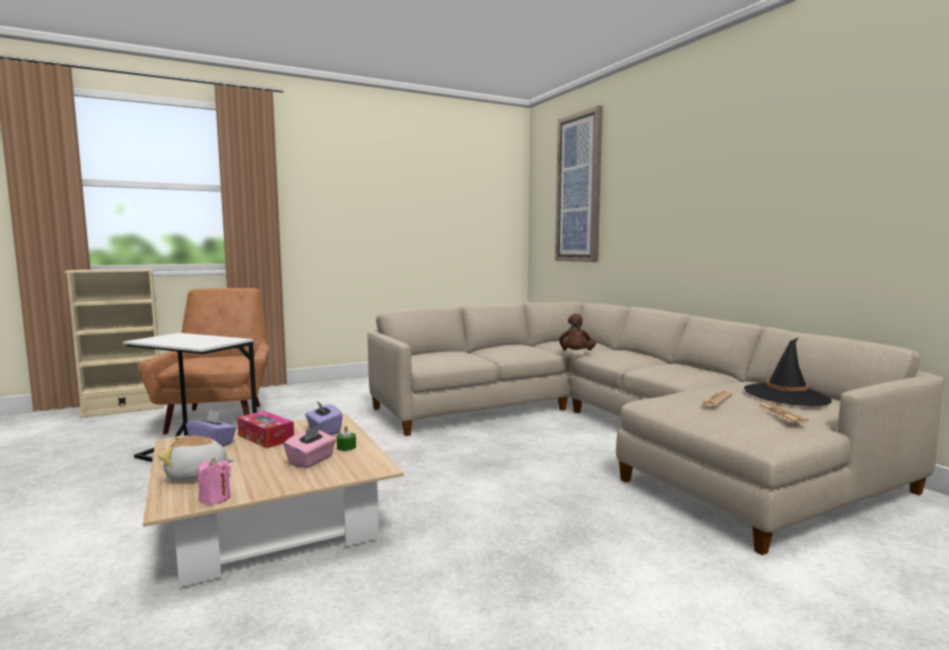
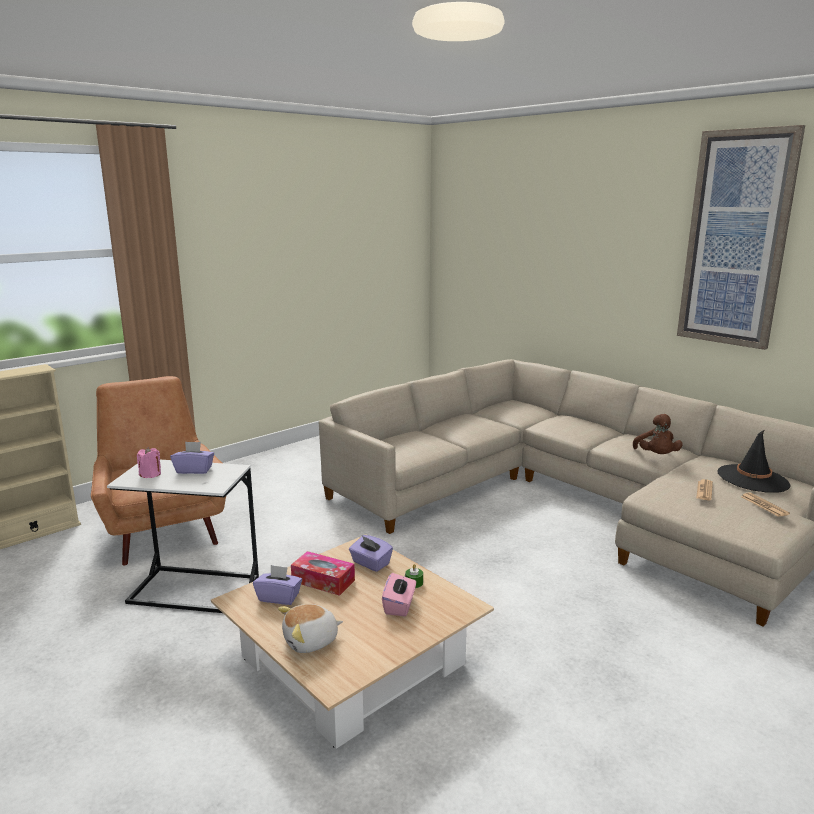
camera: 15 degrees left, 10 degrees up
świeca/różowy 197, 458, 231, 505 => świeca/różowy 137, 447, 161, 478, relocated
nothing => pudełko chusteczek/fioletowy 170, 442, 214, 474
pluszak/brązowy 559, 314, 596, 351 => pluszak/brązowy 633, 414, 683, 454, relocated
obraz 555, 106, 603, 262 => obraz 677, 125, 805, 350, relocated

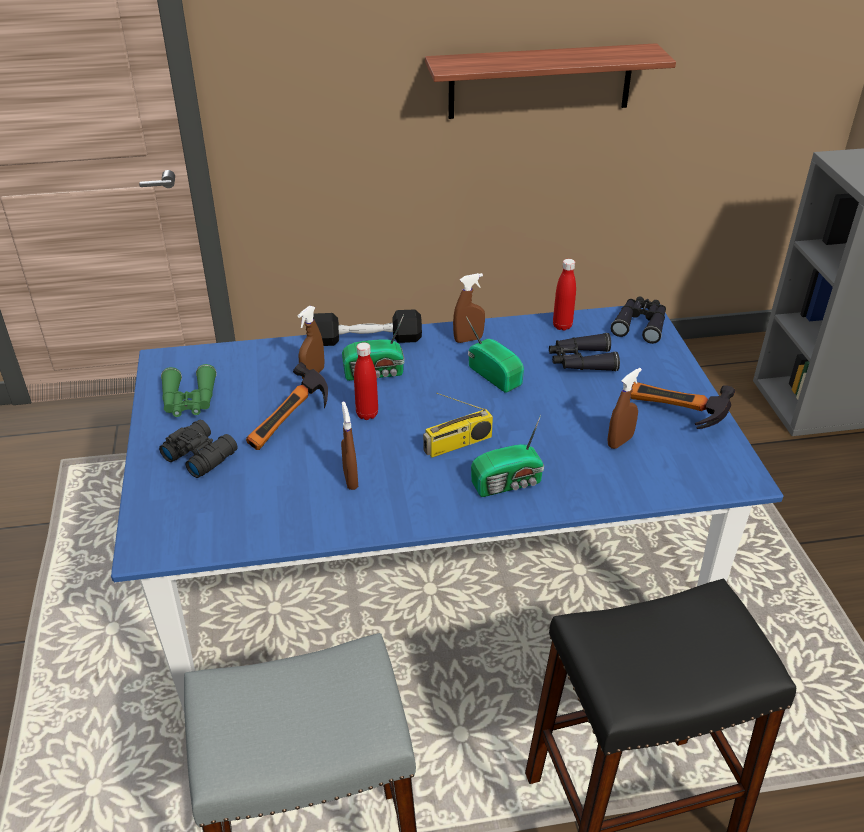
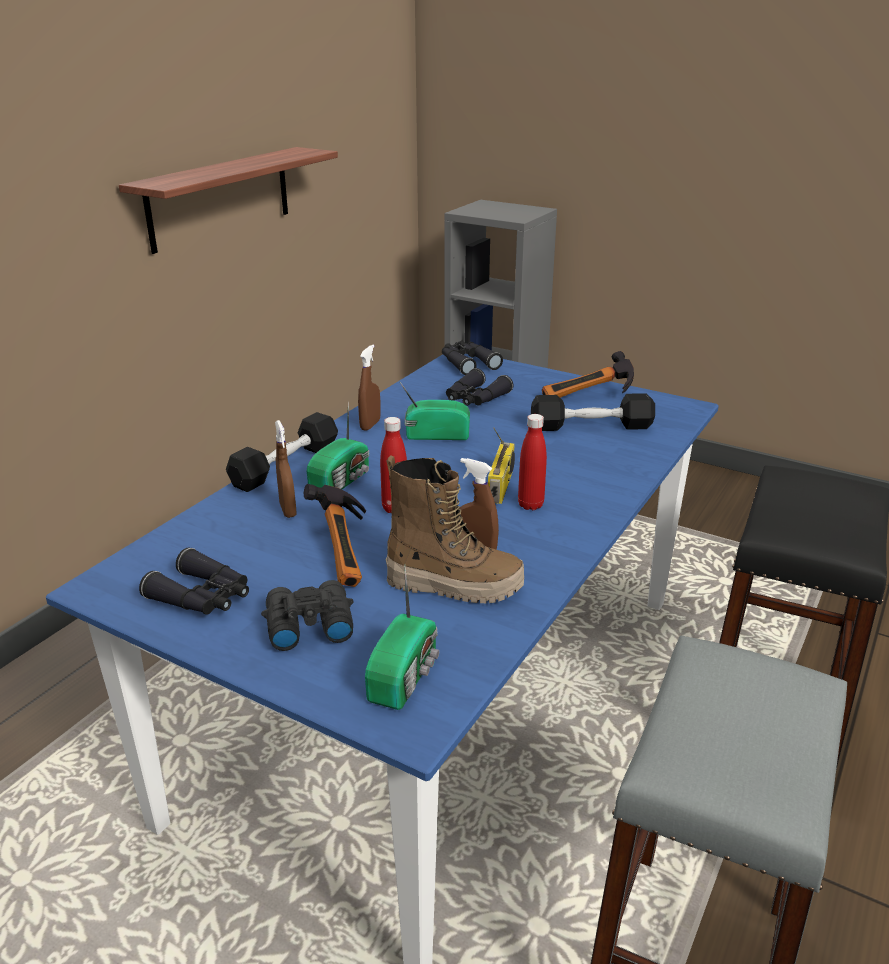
camera: 50 degrees left, 10 degrees down
lornetka/zielony 161, 364, 217, 417 => lornetka/czarny 139, 548, 249, 615
radio 471, 415, 544, 497 => radio 365, 564, 439, 710, relocated
nothing => but z cholewką 386, 455, 524, 603
butelka/czerwony 553, 259, 576, 331 => butelka/czerwony 518, 414, 547, 510, relocated
spryskiwacz/brązowy 608, 368, 642, 449 => hantel/czarny 531, 393, 655, 431

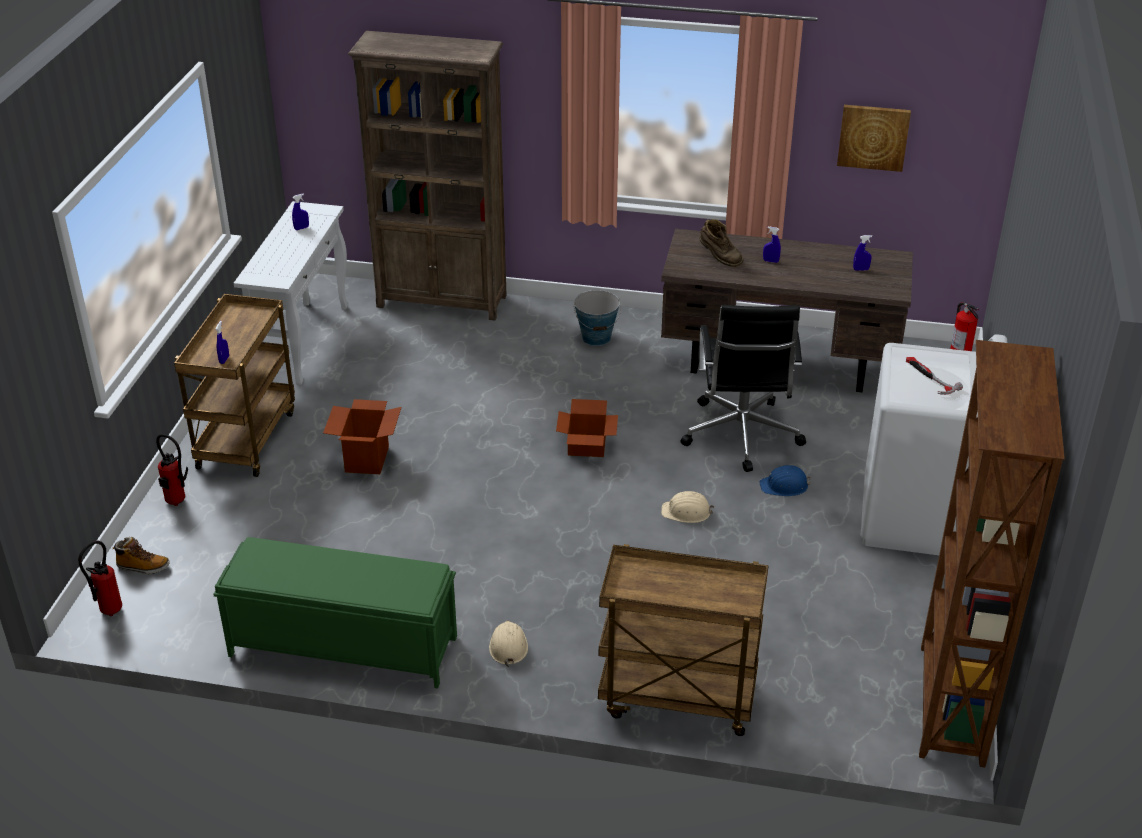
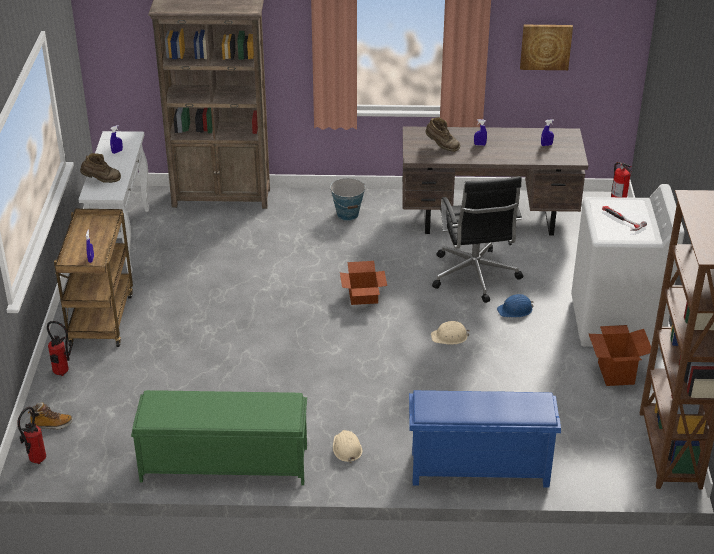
camera: 10 degrees left, 0 degrees up
nothing => but z cholewką/brązowy 80, 153, 121, 183
wózek/brązowy 598, 544, 769, 736 => regał na buty/niebieski 409, 390, 561, 488
karton 323, 399, 401, 474 => karton 589, 325, 651, 386, relocated

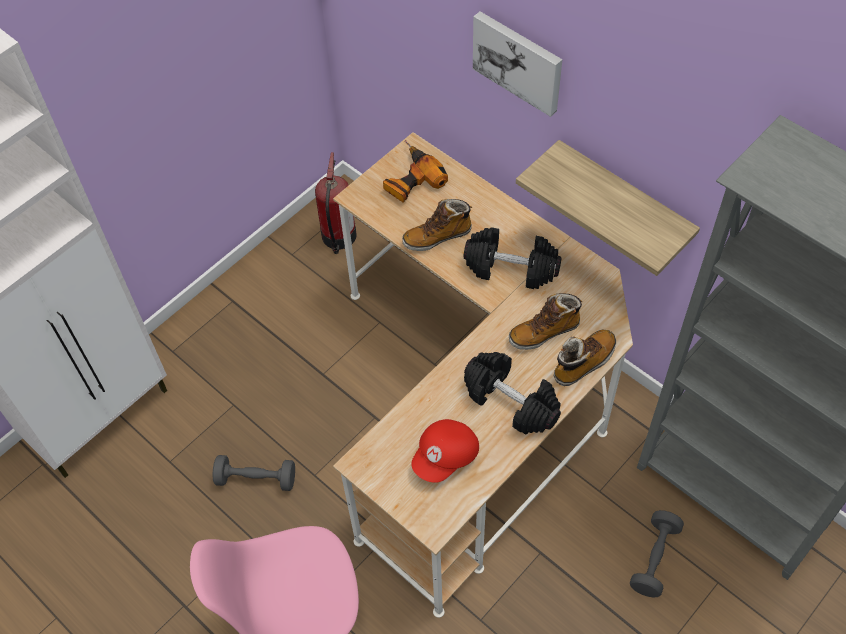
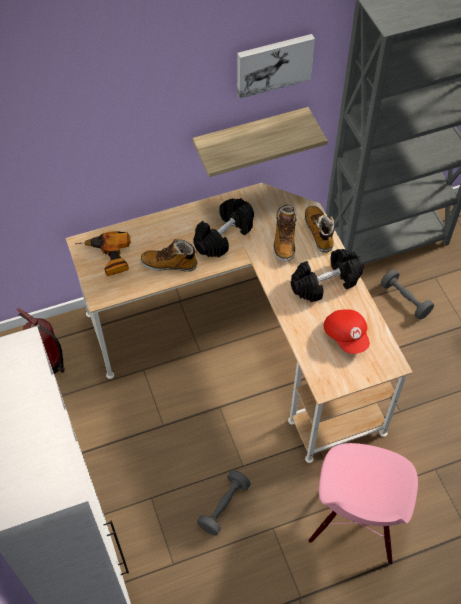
camera: 65 degrees left, 0 degrees up
but z cholewką 402, 199, 472, 251 => but z cholewką 140, 239, 198, 272, 90 degrees clockwise
obraz 473, 11, 562, 117 => obraz 237, 34, 315, 99, relocated

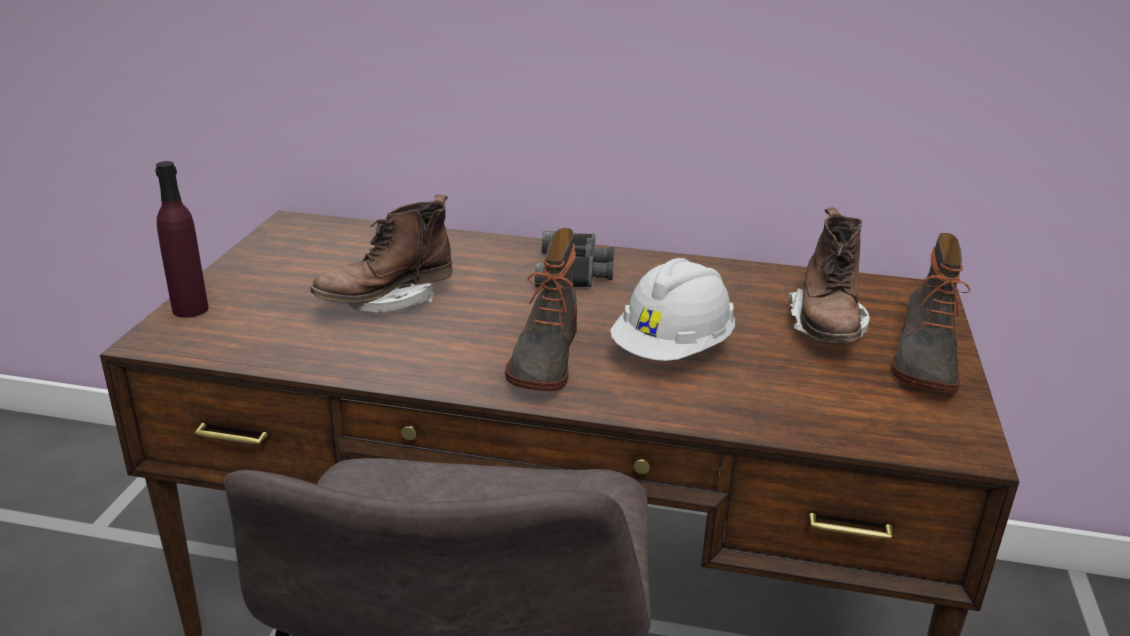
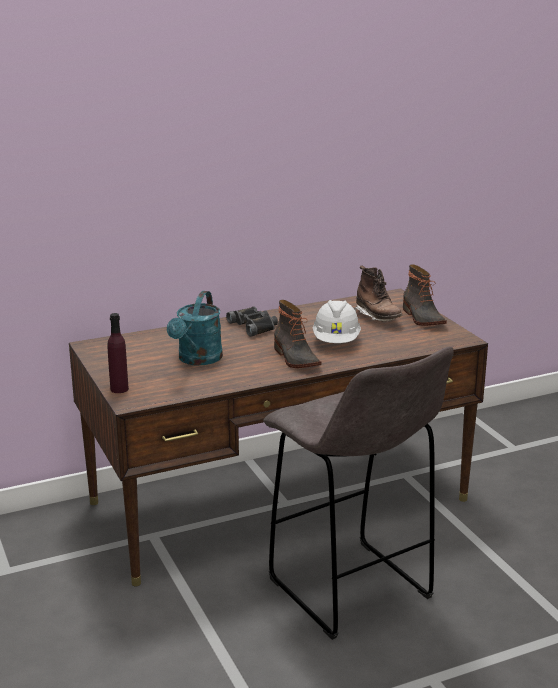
camera: 35 degrees left, 5 degrees down
but z cholewką/brązowy 311, 195, 453, 313 => konewka/turkusowy 167, 291, 223, 366

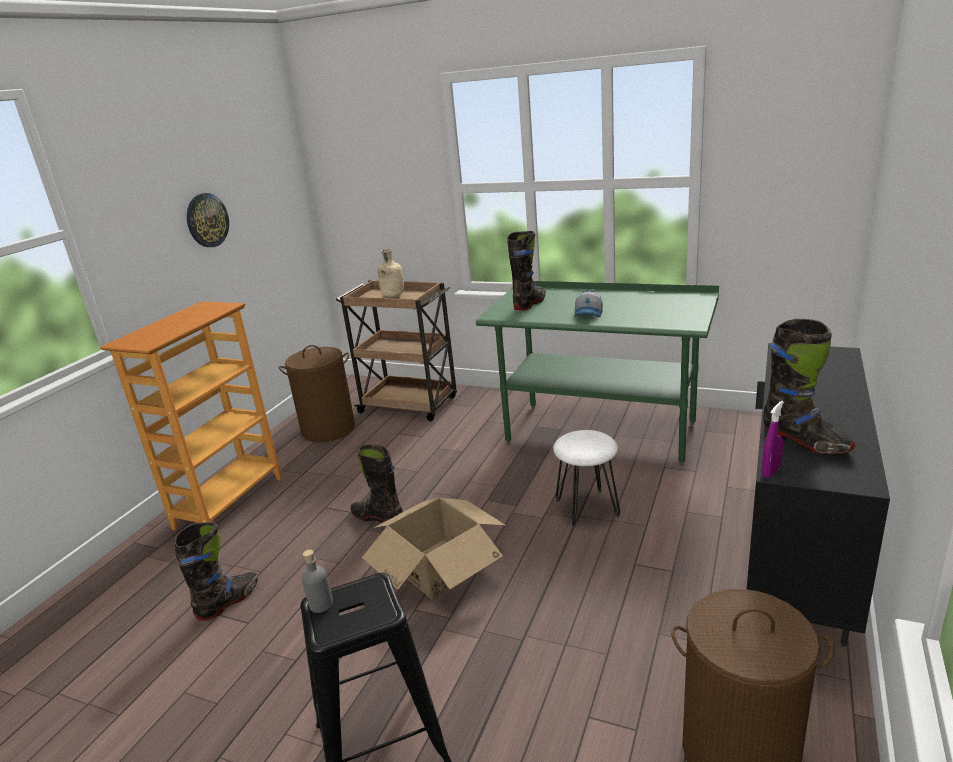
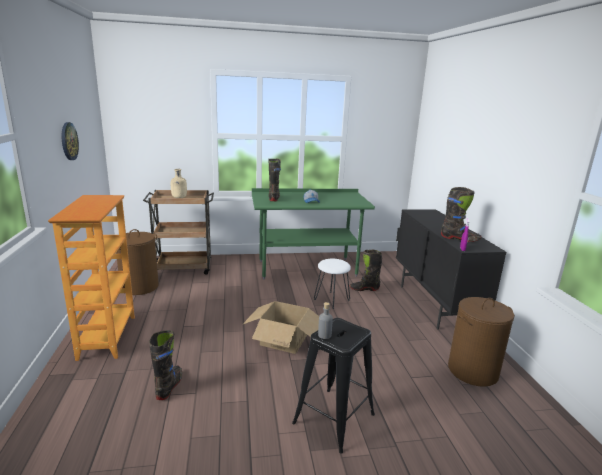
camera: 35 degrees left, 5 degrees down
but z cholewką/czarny 351, 444, 402, 523 => but z cholewką/czarny 350, 250, 382, 291, relocated

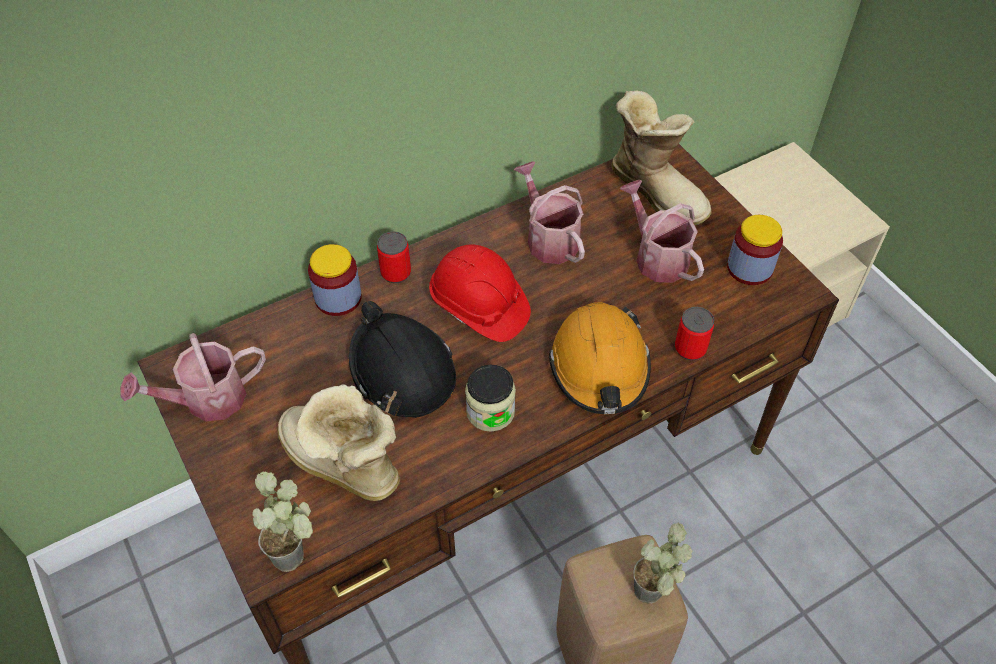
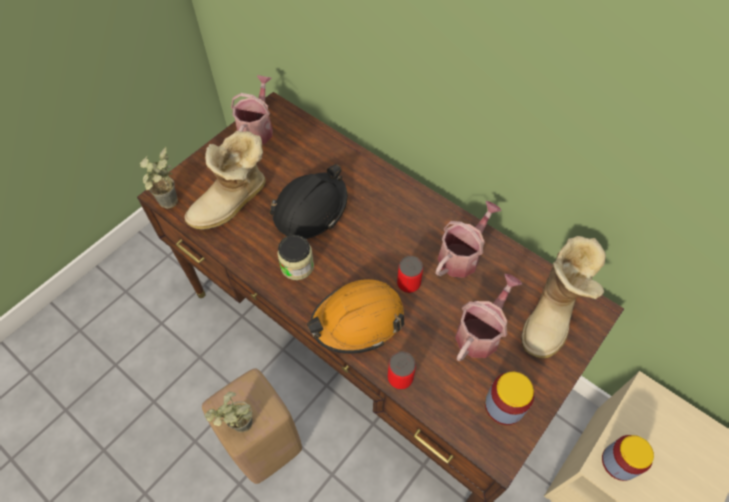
camera: 70 degrees right, 5 degrees up
but z cholewką 277, 384, 400, 501 => but z cholewką 184, 131, 266, 230, 150 degrees counterclockwise
konewka 120, 333, 266, 422 => konewka 231, 75, 272, 145, 60 degrees clockwise
puszka 377, 231, 411, 283 => puszka 397, 256, 423, 293, relocated
słoik 308, 244, 362, 316 => słoik 602, 435, 654, 481, relocated
kask/czerwony 429, 244, 531, 342 => nothing

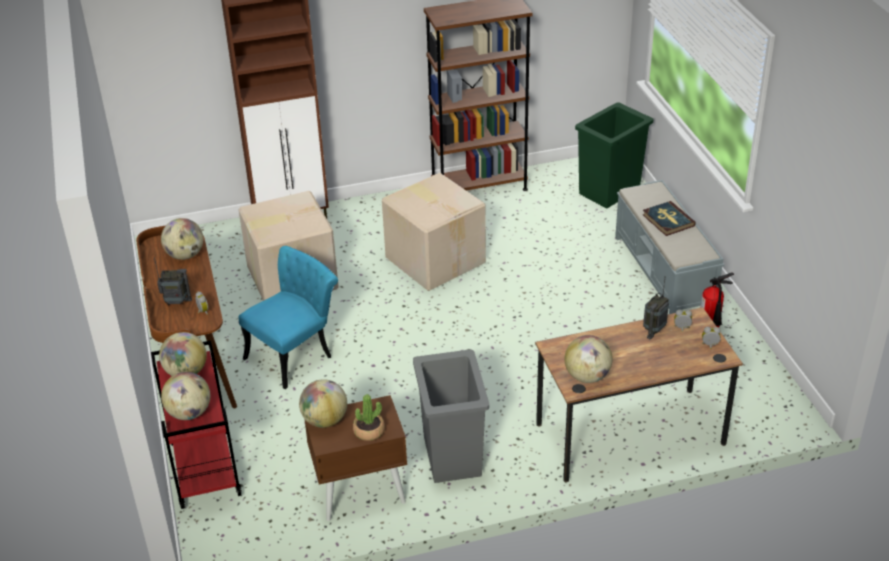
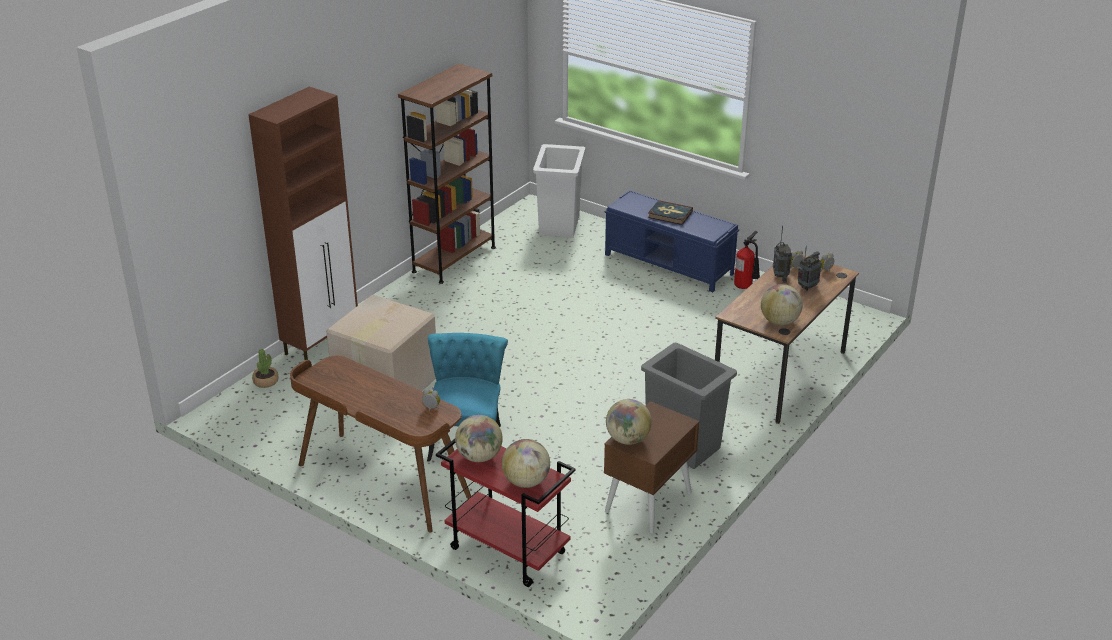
camera: 40 degrees left, 5 degrees down
roślina doniczkowa 353, 394, 385, 441 => roślina doniczkowa 252, 349, 279, 388, relocated
kosz na śmieci/zielony 575, 103, 653, 209 => kosz na śmieci/biały 533, 144, 585, 238
ławka/szary 615, 180, 725, 314 => ławka/niebieski 604, 190, 739, 292
radio 154, 257, 192, 305 => radio 798, 246, 822, 291, relocated
globus 161, 218, 203, 260 => nothing
karton 382, 173, 486, 291 => nothing

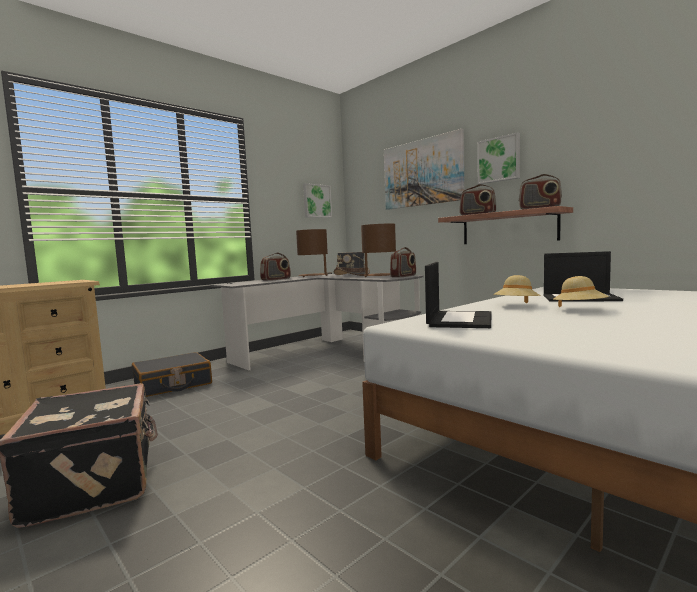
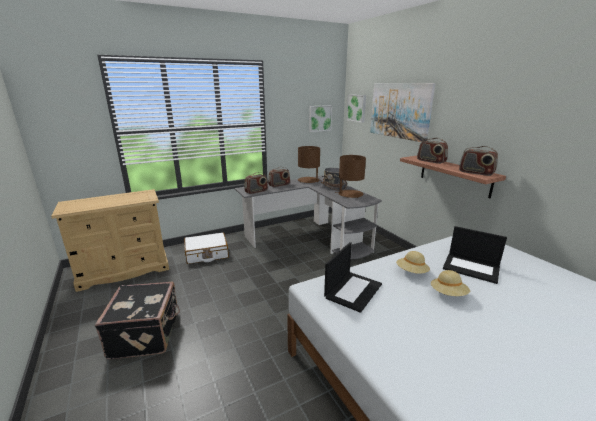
camera: 15 degrees right, 15 degrees up
walizka/czarny 132, 352, 212, 397 => walizka/biały 184, 233, 229, 264
radio 390, 247, 416, 277 => radio 244, 172, 268, 194, relocated
obraz 477, 132, 520, 184 => obraz 347, 95, 366, 123, relocated

